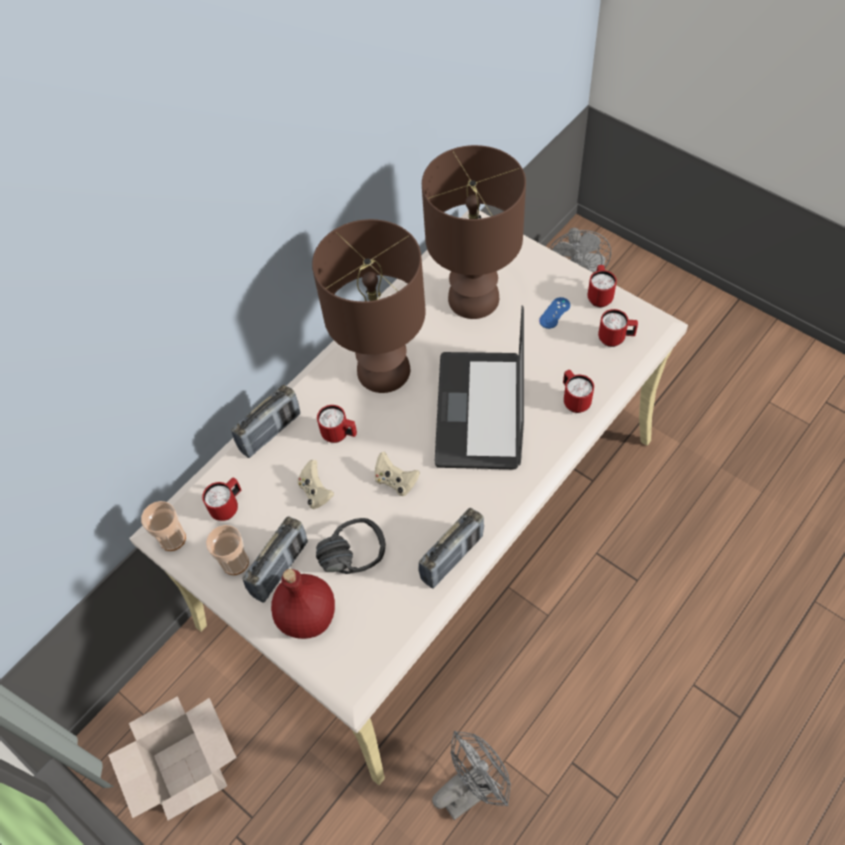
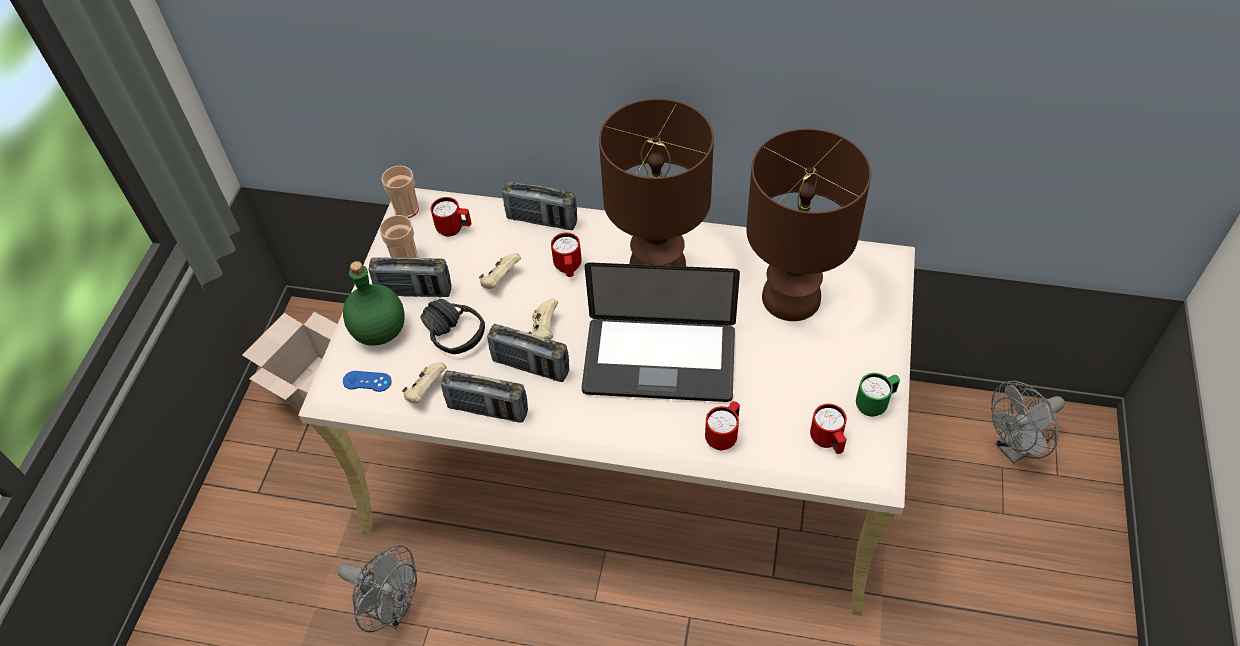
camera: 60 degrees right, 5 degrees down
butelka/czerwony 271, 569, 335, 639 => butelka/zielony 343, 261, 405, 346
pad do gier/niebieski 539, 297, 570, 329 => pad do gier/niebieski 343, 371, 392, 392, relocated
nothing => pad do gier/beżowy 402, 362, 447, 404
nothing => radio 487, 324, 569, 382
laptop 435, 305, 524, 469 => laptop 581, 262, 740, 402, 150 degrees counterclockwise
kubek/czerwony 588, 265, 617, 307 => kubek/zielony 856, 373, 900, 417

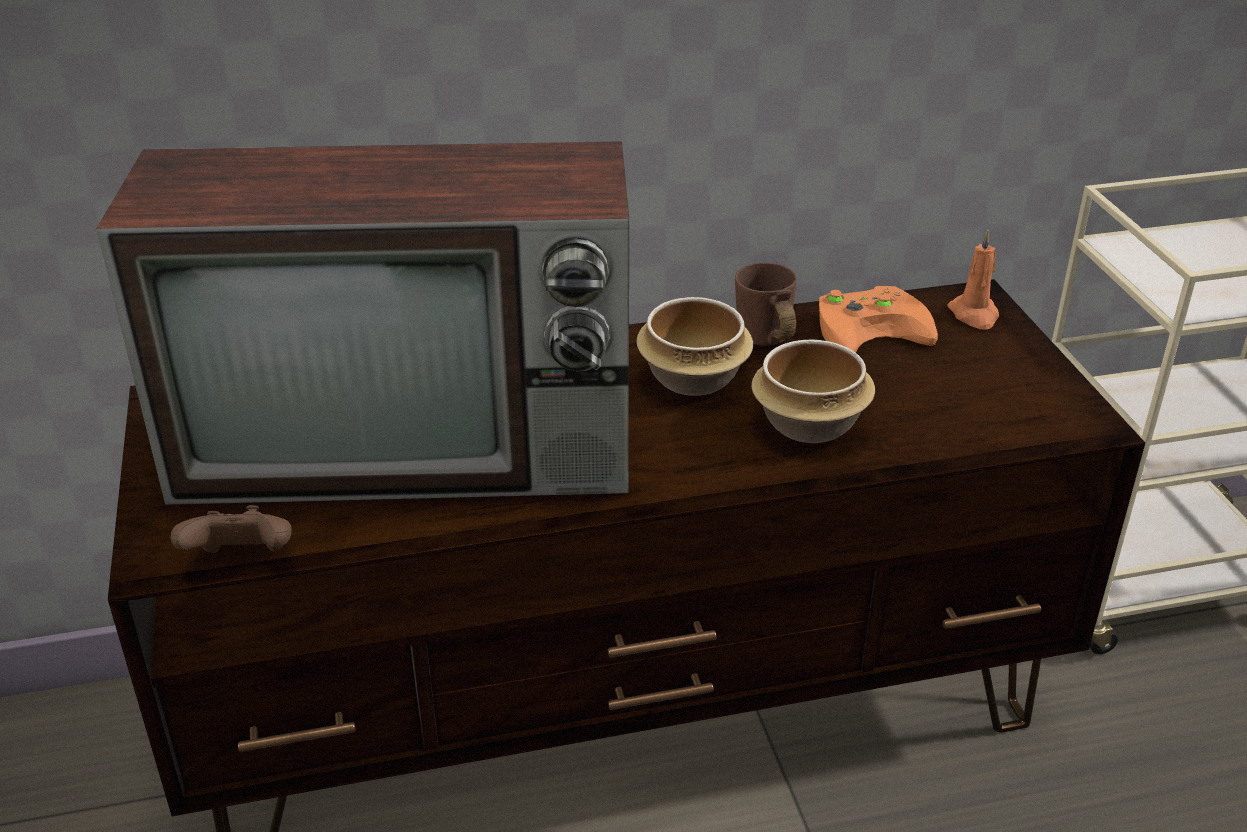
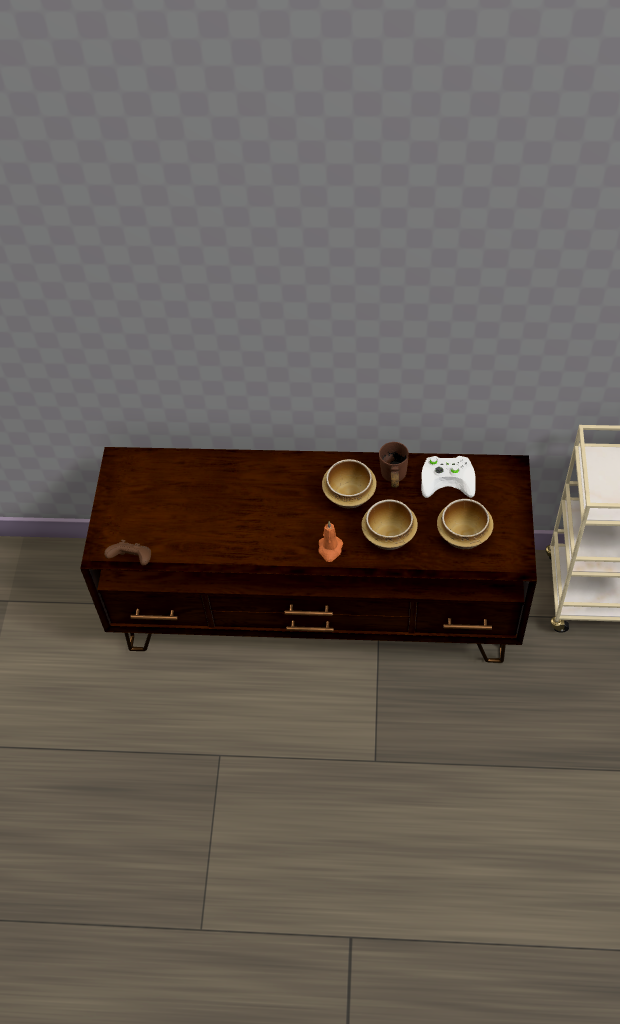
camera: 20 degrees right, 20 degrees up
świeca/pomarańczowy 947, 230, 999, 329 => świeca/pomarańczowy 319, 521, 343, 562, relocated
pad do gier/pomarańczowy 819, 286, 938, 353 => pad do gier/biały 421, 456, 476, 498
nothing => miska 437, 499, 494, 549
telewizor 96, 141, 629, 505 => nothing

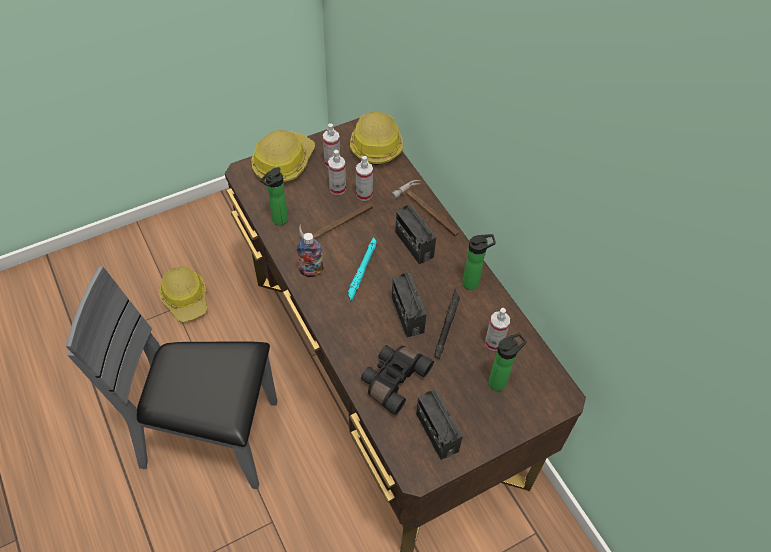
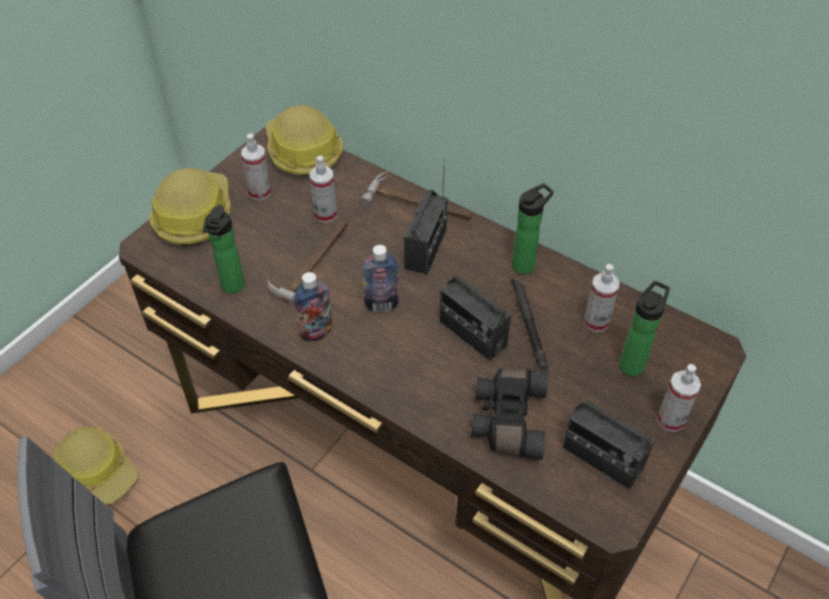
camera: 25 degrees left, 5 degrees down
latarka/turkusowy 348, 238, 377, 302 => butelka 362, 245, 400, 312
radio 395, 204, 436, 264 => radio 404, 159, 448, 275, 105 degrees counterclockwise
spryskiwacz 328, 150, 346, 195 => spryskiwacz 657, 364, 701, 432, relocated

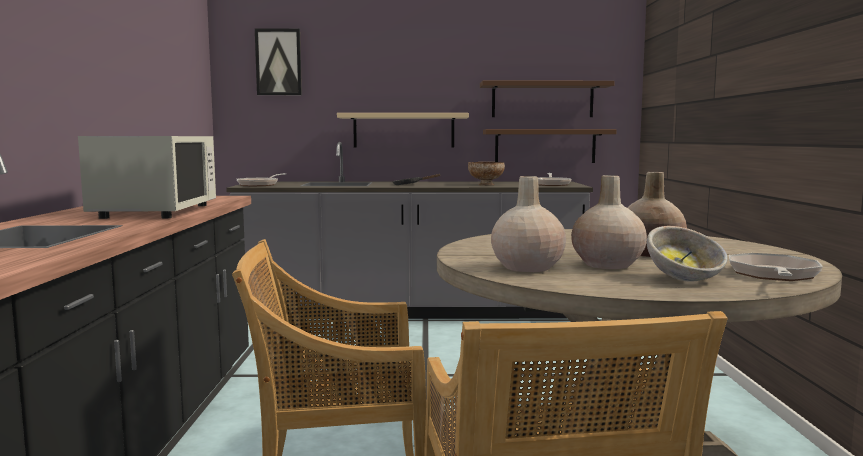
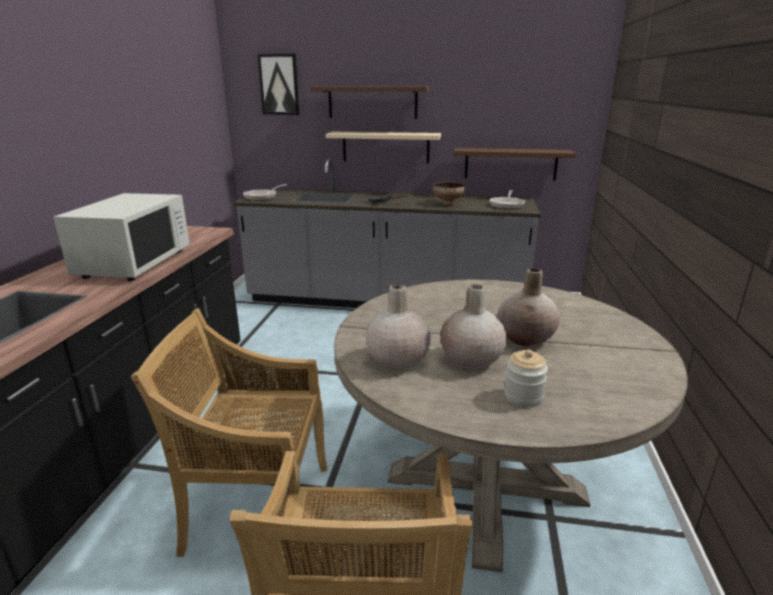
camera: 10 degrees right, 15 degrees up
półka/brązowy 480, 81, 615, 117 => półka/brązowy 310, 86, 429, 119, relocated
miska 647, 226, 728, 282 => słoik 504, 350, 548, 407
patelnia 729, 253, 823, 281 => nothing

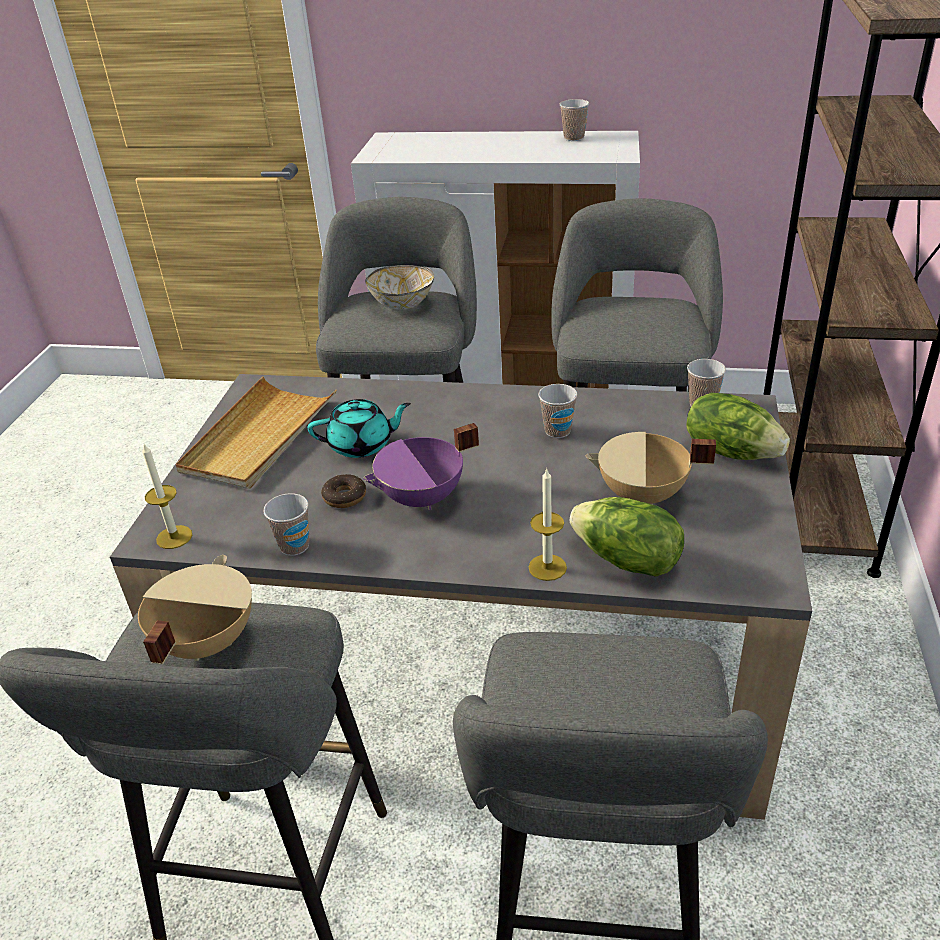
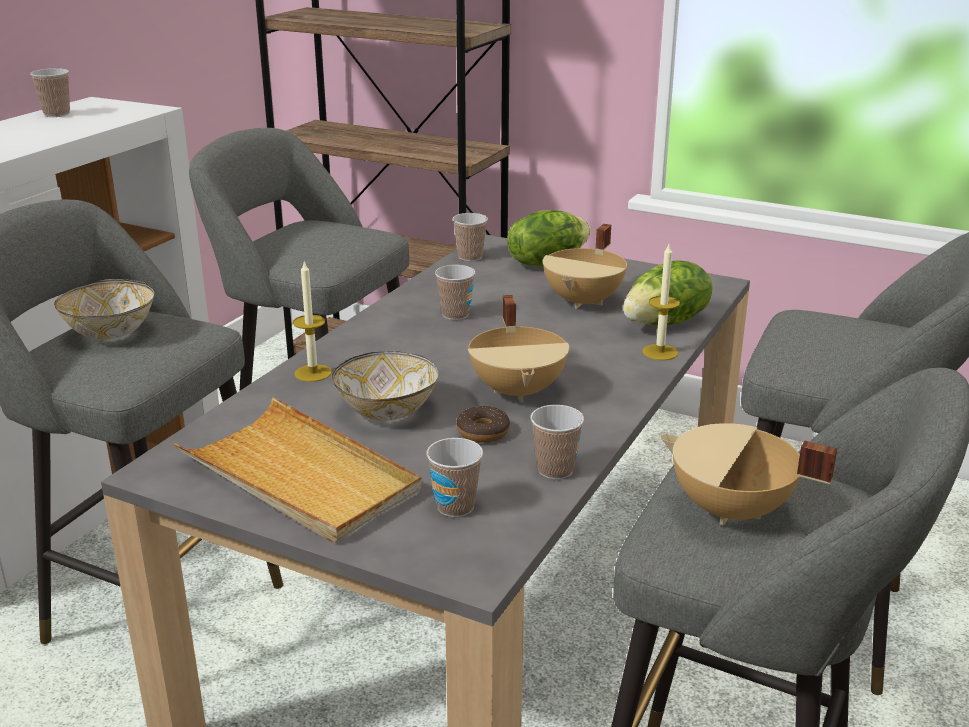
camera: 75 degrees left, 10 degrees down
świeca 142, 444, 192, 549 => świeca 293, 261, 332, 382, relocated
imbryk/turkusowy 308, 399, 411, 458 => miska 332, 351, 438, 421
nothing => filiżanka 426, 438, 483, 517
garnek/fioletowy 363, 423, 479, 510 => garnek/beżowy 468, 295, 569, 402

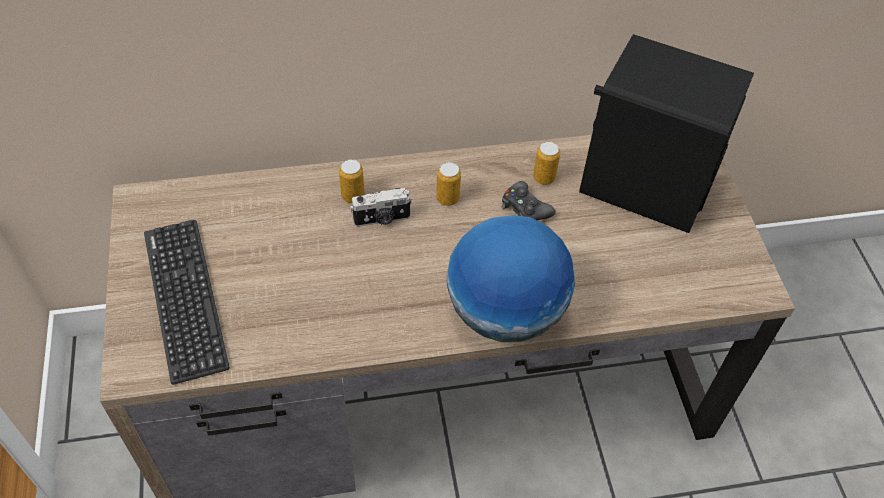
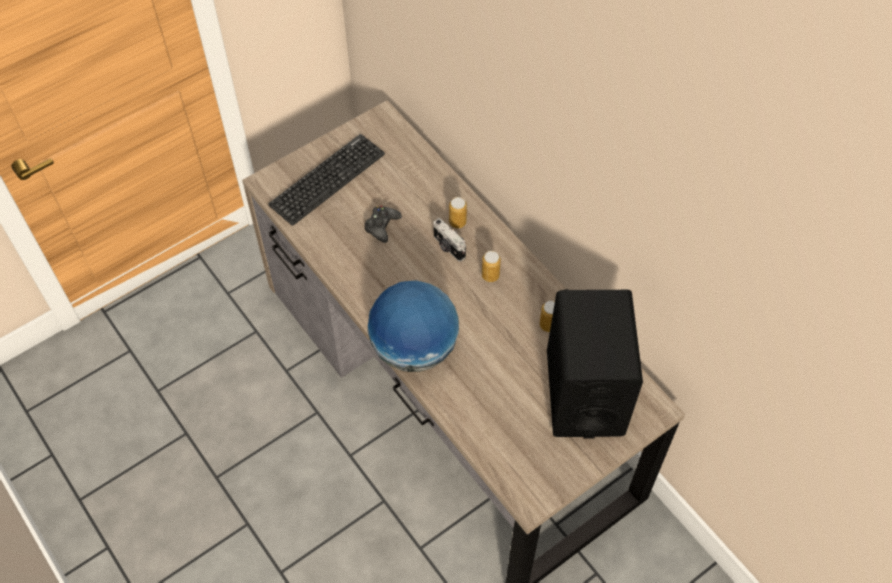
camera: 65 degrees right, 5 degrees up
pad do gier/czarny 502, 181, 556, 221 => pad do gier/czarny 364, 206, 402, 243, relocated

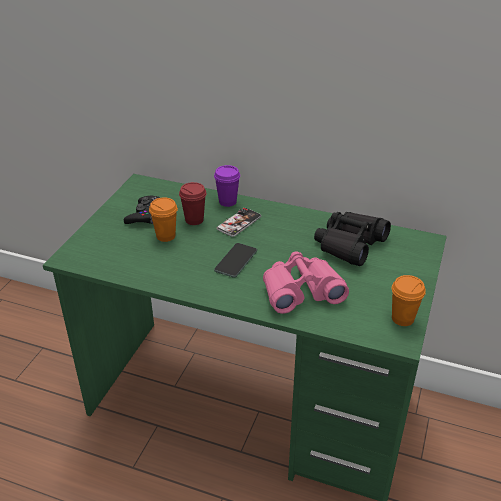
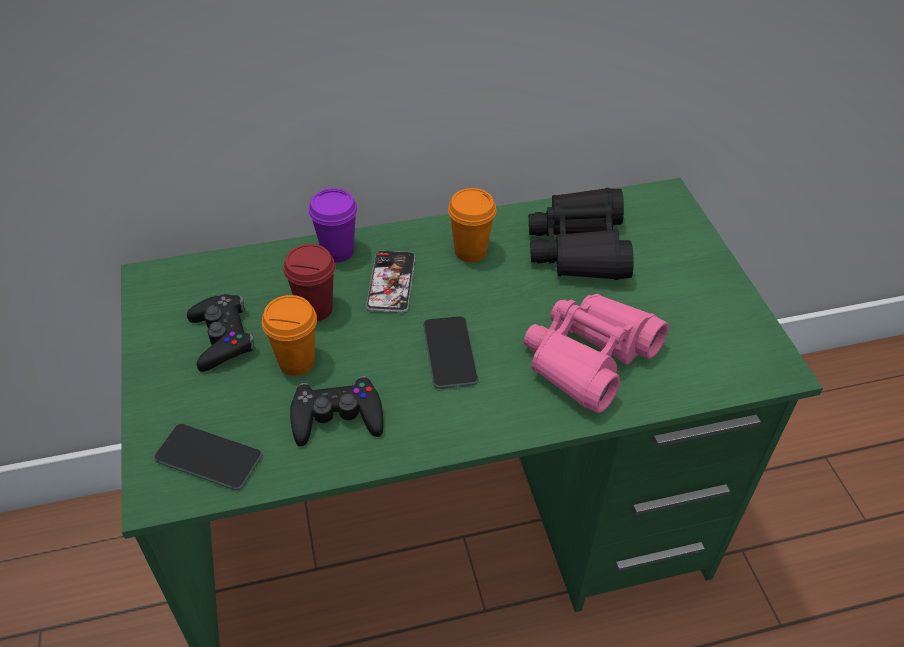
camera: 35 degrees left, 10 degrees up
nothing => telefon 154, 424, 262, 490
nothing => pad do gier/czarny 290, 376, 383, 446
filiżanka/pomarańczowy 392, 275, 426, 326 => filiżanka/pomarańczowy 448, 188, 496, 262, relocated

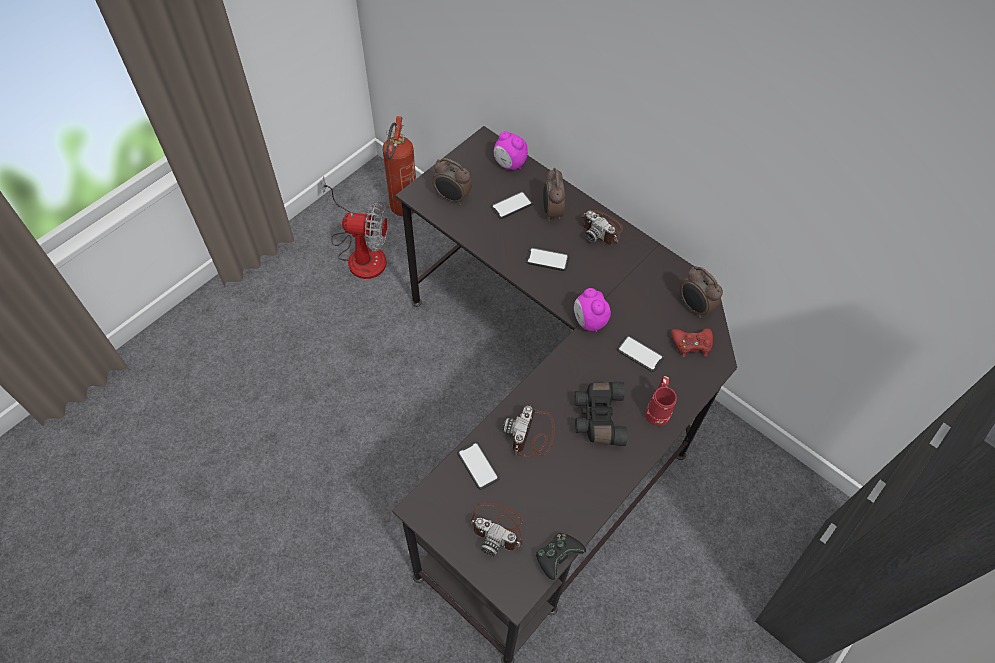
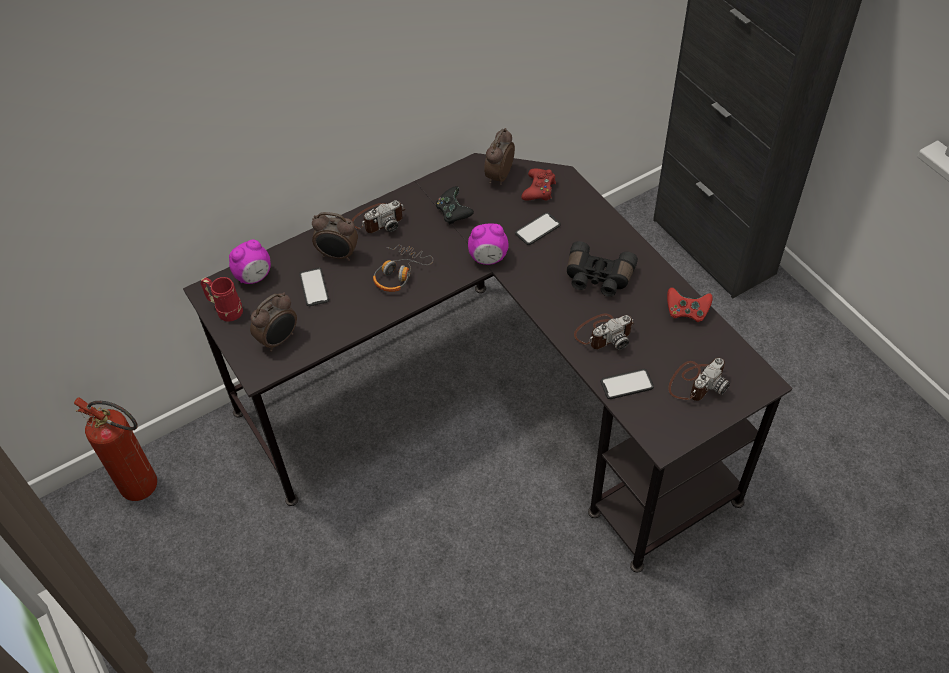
camera: 70 degrees left, 5 degrees down
kubek/czerwony 645, 376, 677, 426 => kubek/czerwony 201, 277, 243, 322, relocated
telefon 526, 247, 570, 271 => słuchawki 373, 245, 433, 292
pad do gier/czarny 536, 533, 586, 580 => pad do gier/czarny 436, 186, 474, 224, relocated
budzik 680, 266, 723, 318 => budzik 484, 128, 515, 185, 135 degrees clockwise
aparat fotograficzny 503, 405, 555, 457 => aparat fotograficzny 574, 314, 634, 350, 60 degrees counterclockwise
nothing => pad do gier/czerwony 667, 287, 713, 322
wentylator 321, 176, 388, 279 => nothing

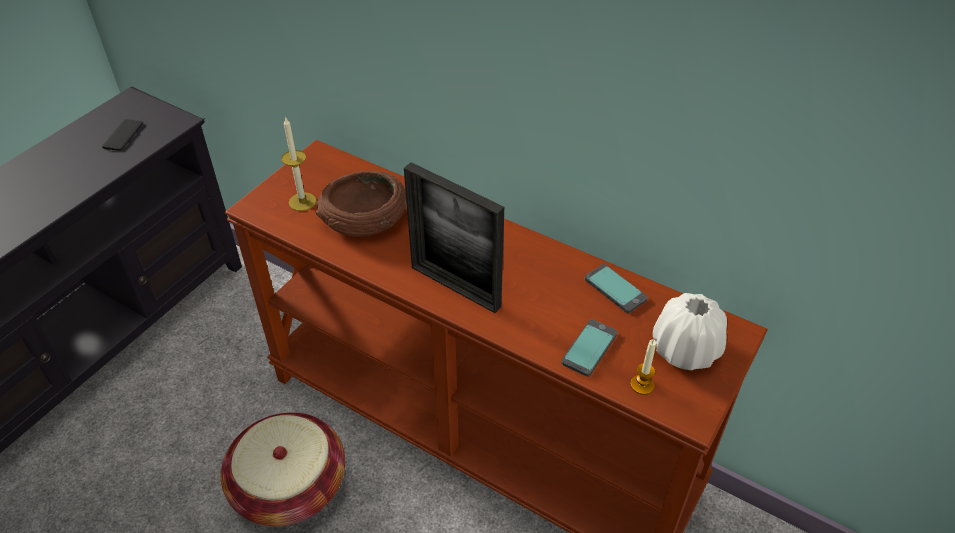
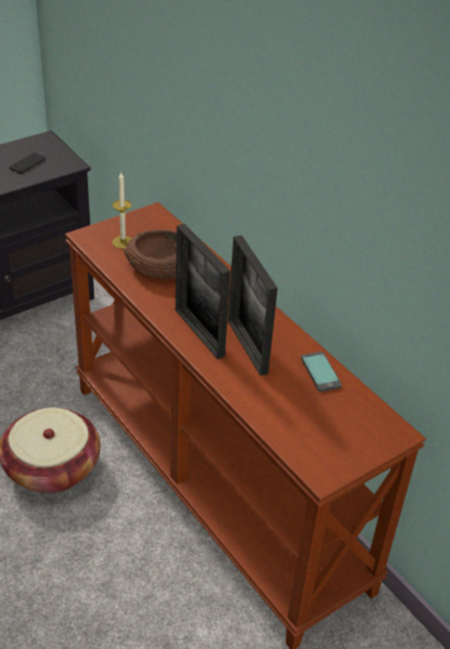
camera: 20 degrees right, 5 degrees down
nothing => ramka na zdjęcie 228, 235, 278, 376
telefon 562, 319, 617, 377 => nothing
świeca 631, 339, 656, 395 => nothing
wazon/biały 653, 293, 727, 370 => nothing

